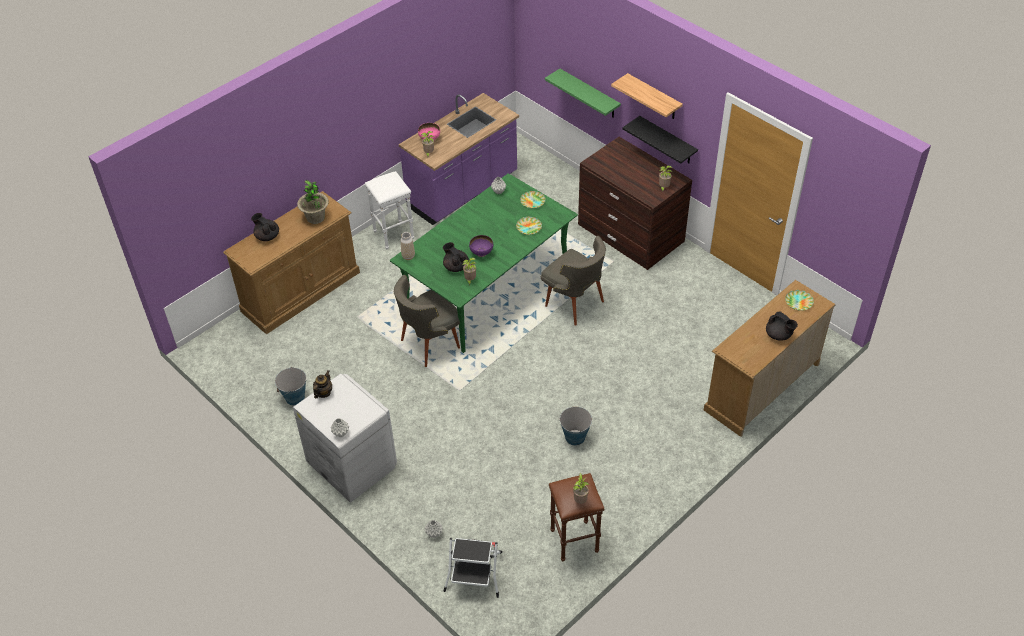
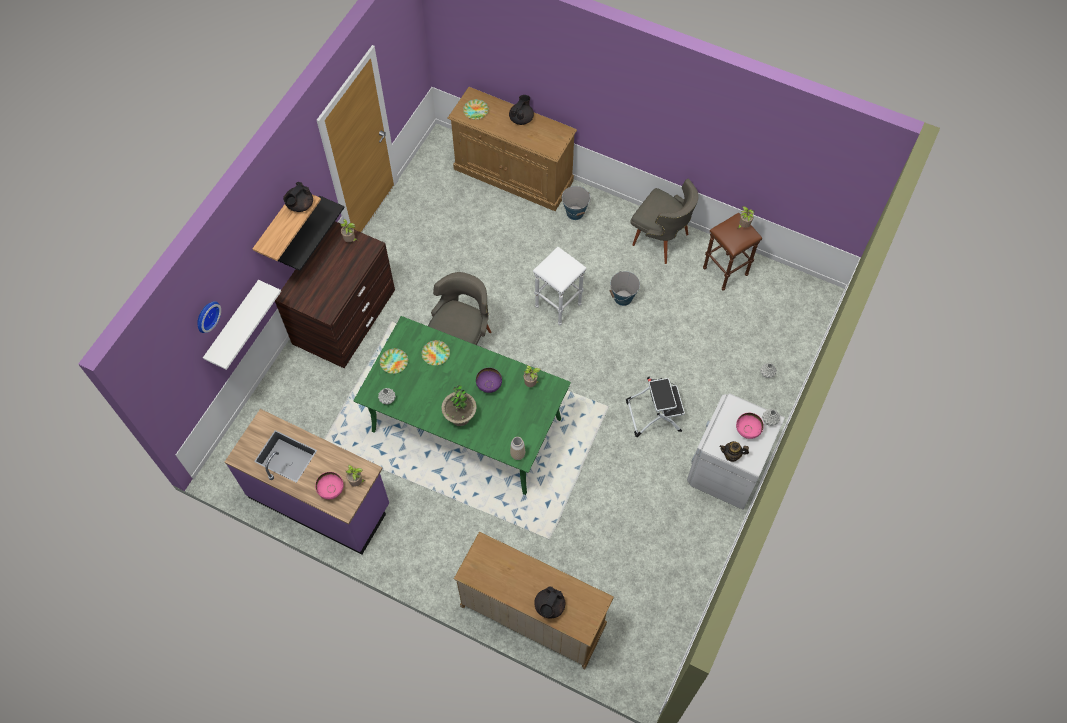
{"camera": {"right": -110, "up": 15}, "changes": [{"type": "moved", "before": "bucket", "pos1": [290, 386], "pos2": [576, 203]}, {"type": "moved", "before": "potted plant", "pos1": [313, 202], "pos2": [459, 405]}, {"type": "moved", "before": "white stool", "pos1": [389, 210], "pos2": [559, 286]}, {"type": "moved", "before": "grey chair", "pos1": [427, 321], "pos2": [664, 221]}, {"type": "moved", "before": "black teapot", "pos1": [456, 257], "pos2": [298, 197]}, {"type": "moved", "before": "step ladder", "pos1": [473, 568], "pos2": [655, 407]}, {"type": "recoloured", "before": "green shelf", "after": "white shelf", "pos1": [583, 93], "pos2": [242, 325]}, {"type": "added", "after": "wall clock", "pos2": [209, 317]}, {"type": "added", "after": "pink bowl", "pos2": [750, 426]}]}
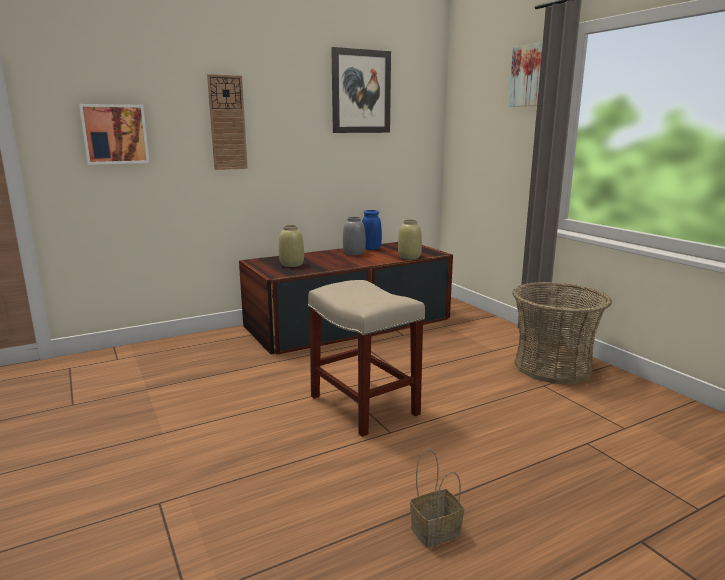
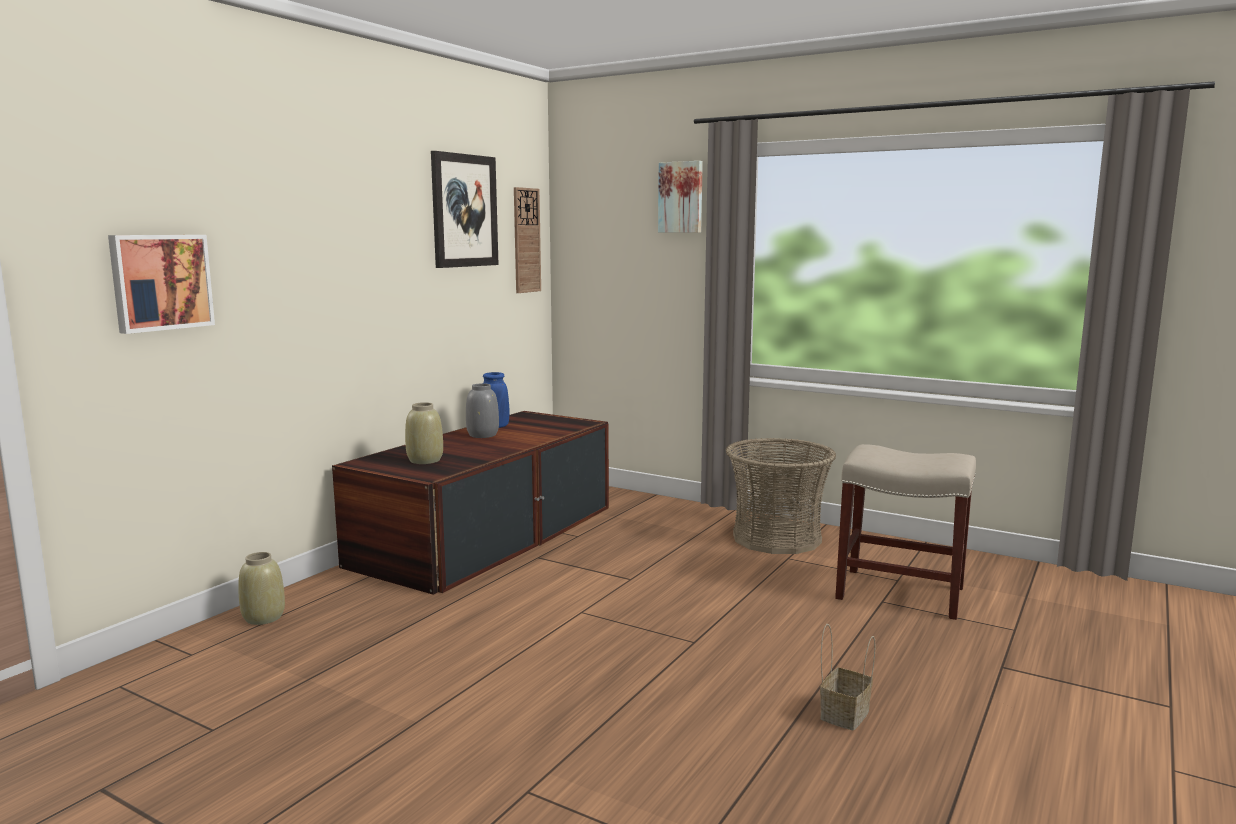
{"camera": {"right": -30, "up": -5}, "changes": [{"type": "moved", "before": "wall clock", "pos1": [227, 122], "pos2": [527, 240]}, {"type": "moved", "before": "beige stool", "pos1": [366, 358], "pos2": [905, 532]}, {"type": "moved", "before": "beige vase", "pos1": [410, 239], "pos2": [261, 588]}]}
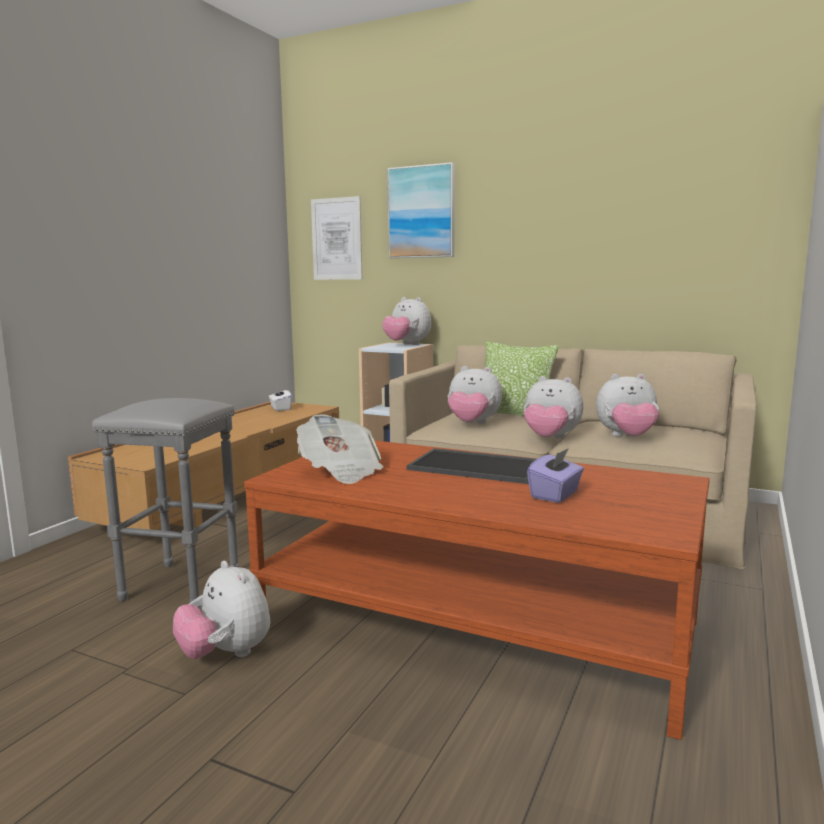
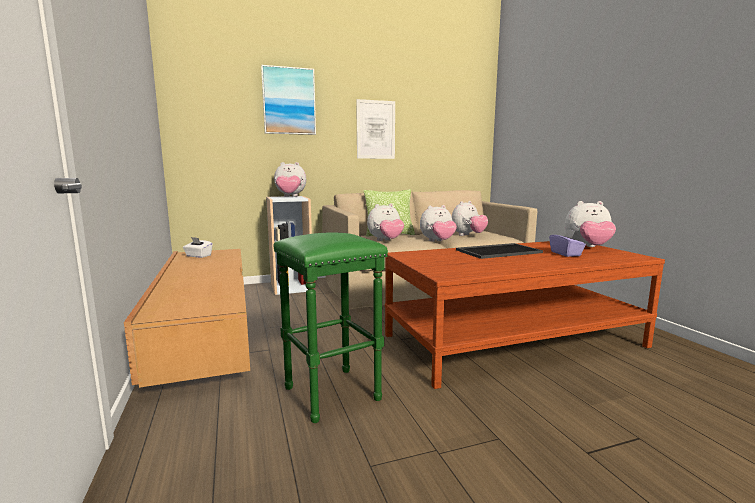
{"camera": {"right": -45, "up": 0}, "changes": [{"type": "recoloured", "before": "grey stool", "after": "green stool", "pos1": [165, 500], "pos2": [330, 327]}, {"type": "moved", "before": "plush toy", "pos1": [221, 610], "pos2": [590, 224]}, {"type": "removed", "before": "newspaper", "pos1": [339, 449]}, {"type": "moved", "before": "picture", "pos1": [336, 238], "pos2": [375, 129]}]}
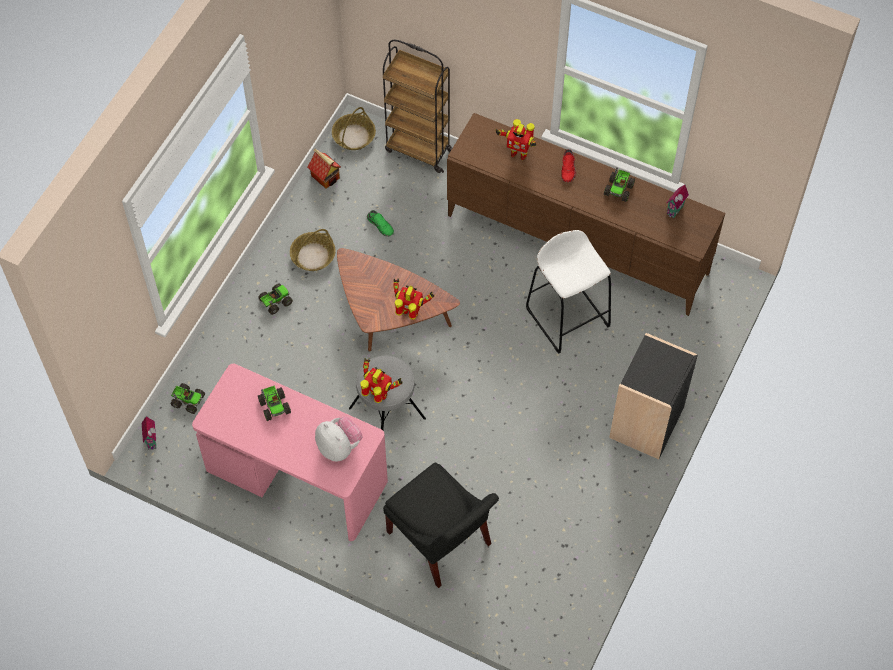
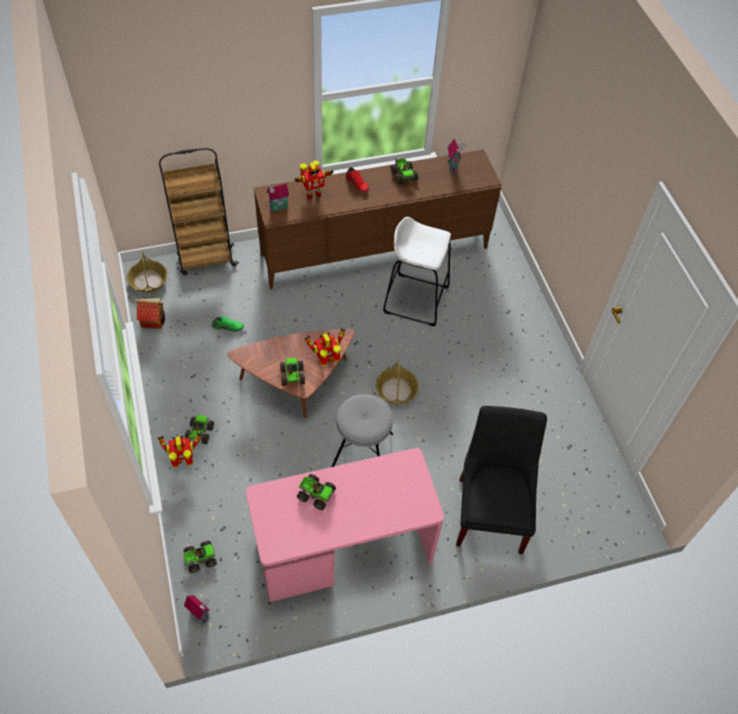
{"camera": {"right": -45, "up": -5}, "changes": [{"type": "moved", "before": "basket", "pos1": [313, 250], "pos2": [397, 382]}, {"type": "removed", "before": "plush toy", "pos1": [339, 439]}, {"type": "moved", "before": "toy robot", "pos1": [381, 380], "pos2": [180, 450]}, {"type": "turned", "before": "black chair", "pos1": [441, 525], "pos2": [501, 480], "turn": -90}, {"type": "removed", "before": "black bookcase", "pos1": [653, 396]}, {"type": "added", "after": "toy house", "pos2": [278, 198]}, {"type": "added", "after": "toy truck", "pos2": [292, 372]}]}
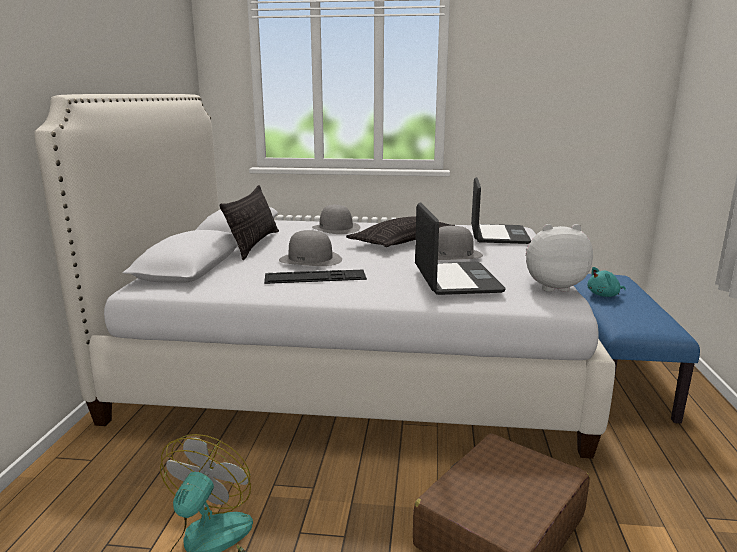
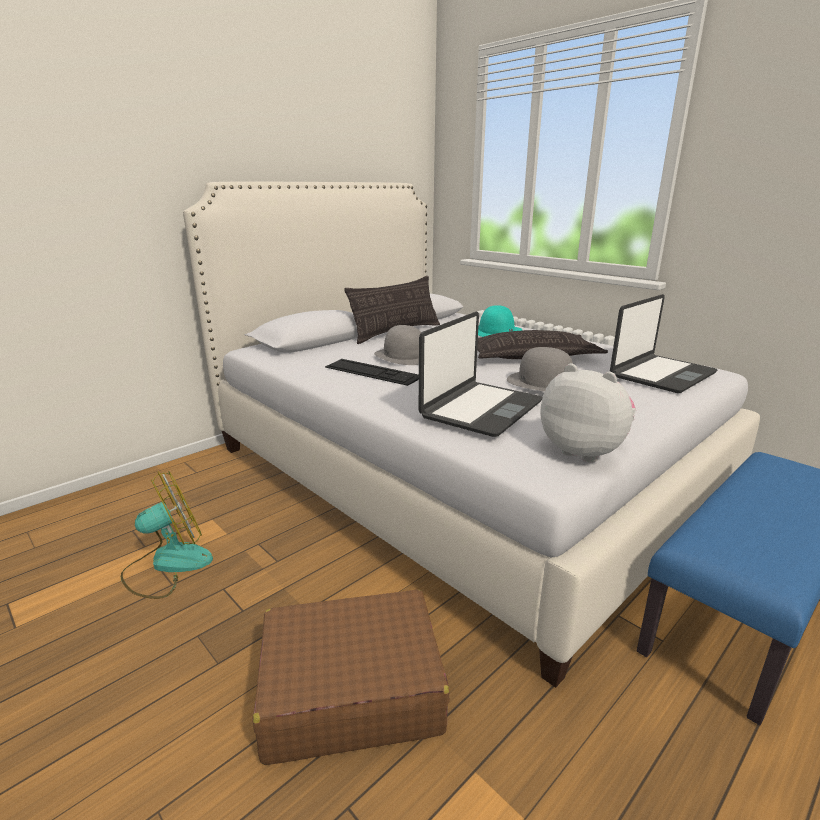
{"camera": {"right": 40, "up": 5}, "changes": [{"type": "recoloured", "before": "grey hat", "after": "turquoise hat", "pos1": [336, 219], "pos2": [500, 321]}, {"type": "removed", "before": "turquoise plush toy", "pos1": [607, 282]}]}
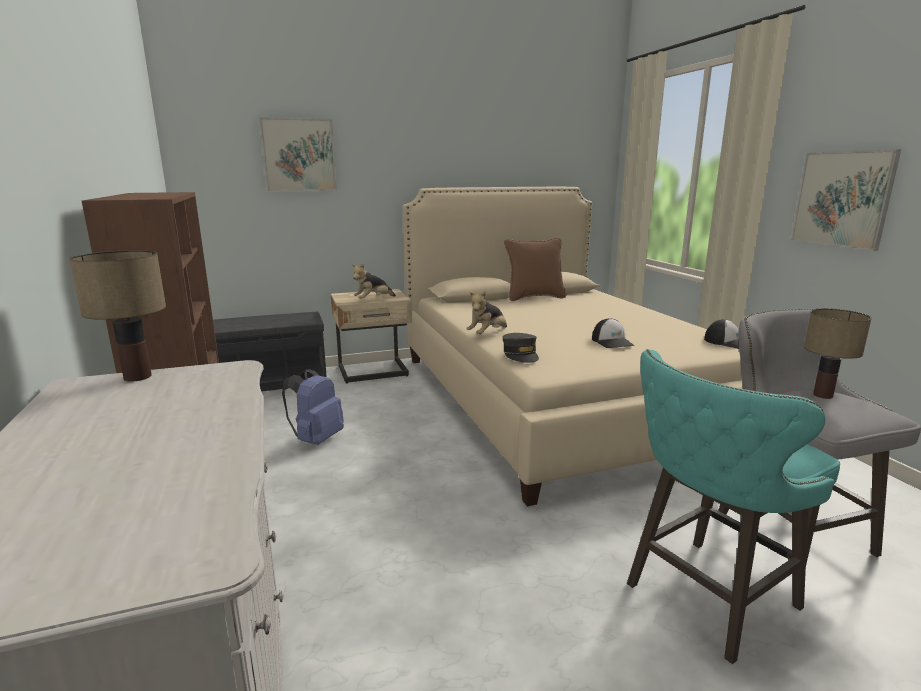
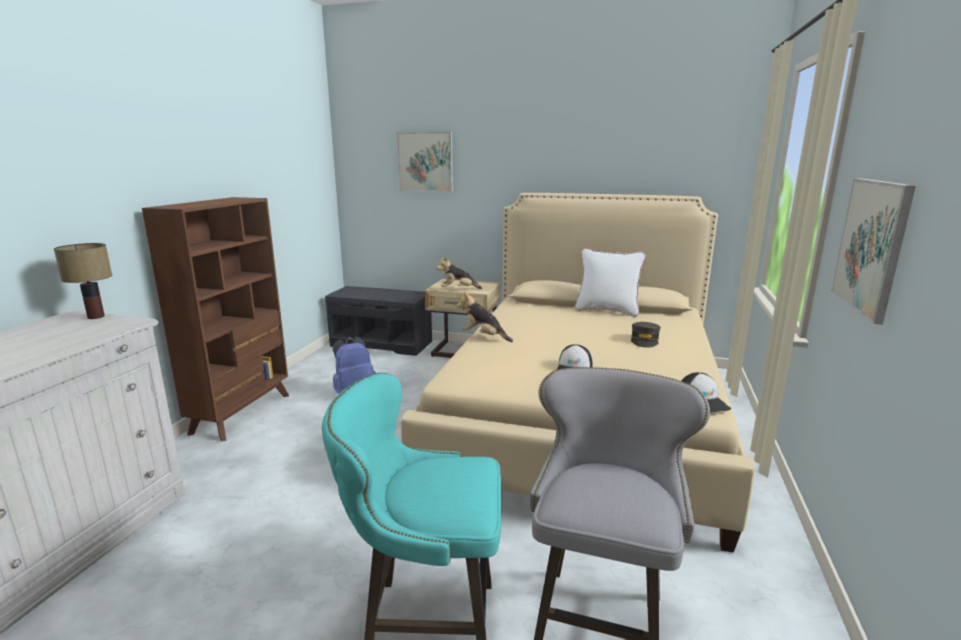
{"camera": {"right": 35, "up": 0}, "changes": [{"type": "turned", "before": "plush toy", "pos1": [486, 312], "pos2": [485, 316], "turn": 45}, {"type": "moved", "before": "grey cap", "pos1": [520, 348], "pos2": [645, 335]}, {"type": "recoloured", "before": "brown pillow", "after": "white pillow", "pos1": [535, 269], "pos2": [610, 282]}, {"type": "removed", "before": "table lamp", "pos1": [838, 353]}]}
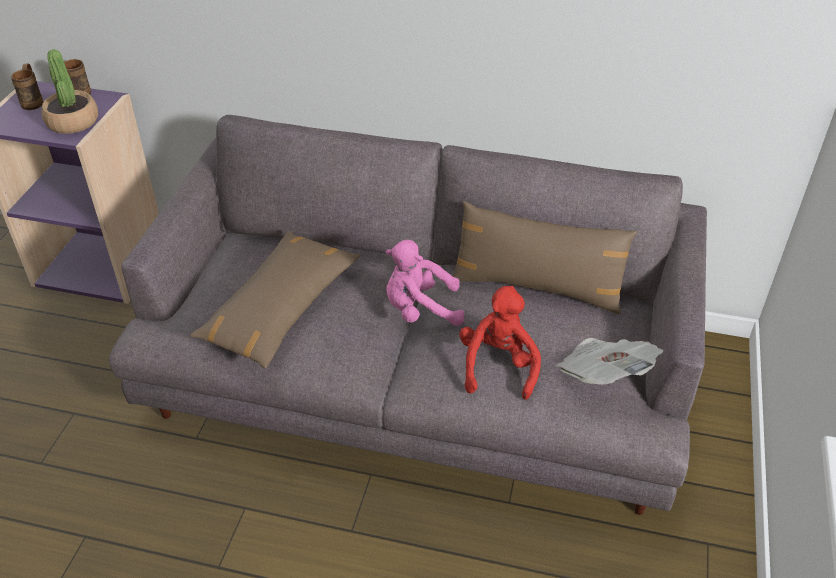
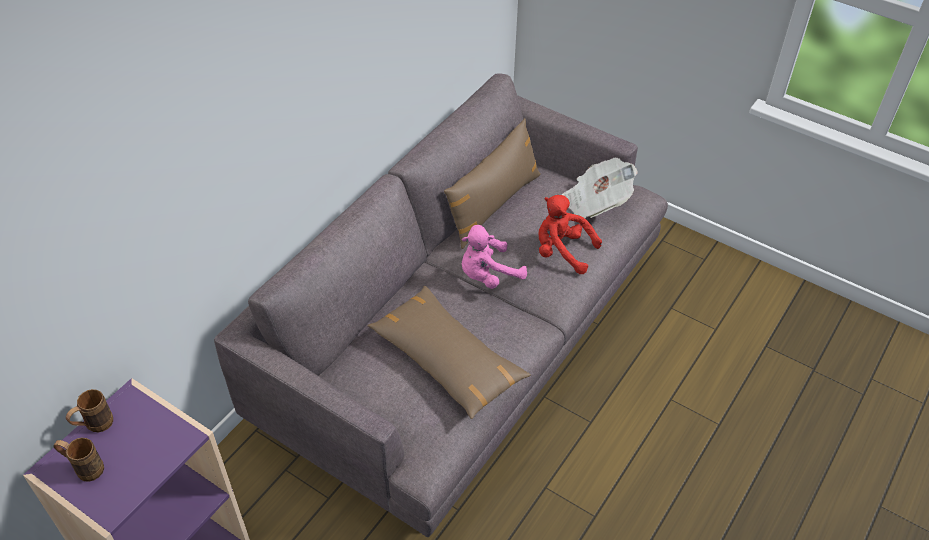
{"camera": {"right": -70, "up": 5}, "changes": [{"type": "removed", "before": "potted plant", "pos1": [70, 91]}, {"type": "turned", "before": "pink plush toy", "pos1": [425, 283], "pos2": [494, 257], "turn": 45}]}
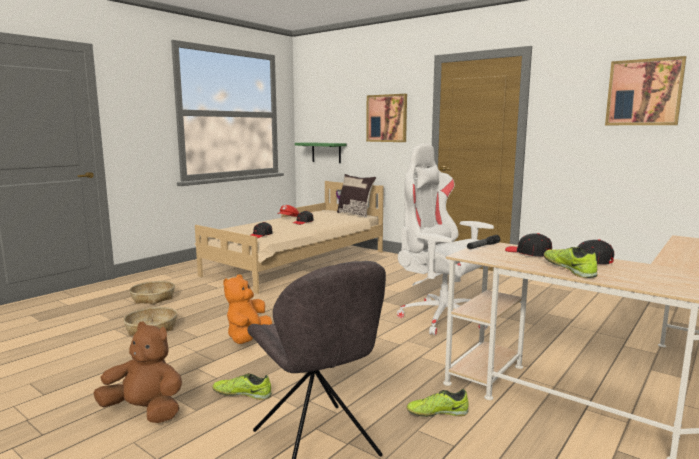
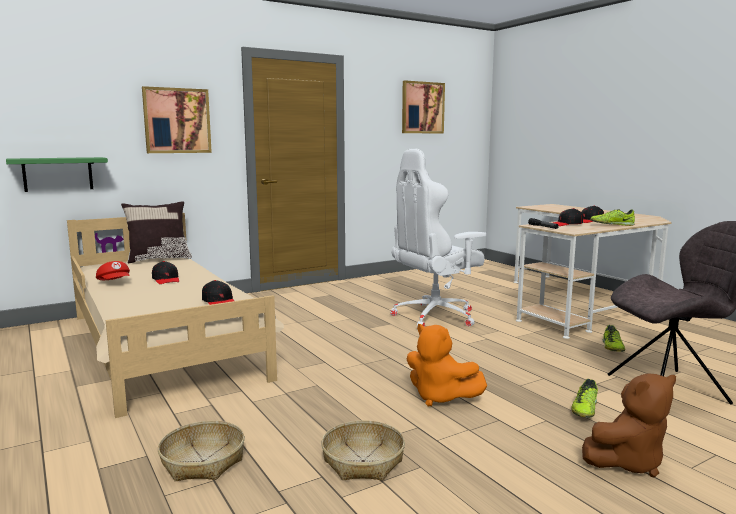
{"camera": {"right": -70, "up": 0}, "changes": [{"type": "turned", "before": "brown plush toy", "pos1": [138, 372], "pos2": [629, 425], "turn": -150}]}
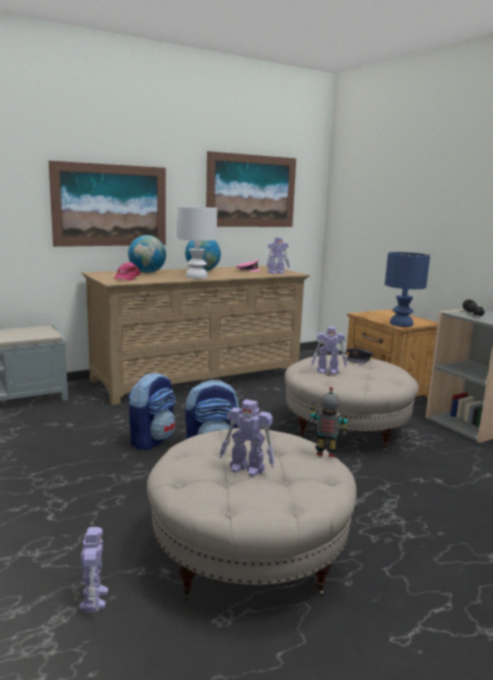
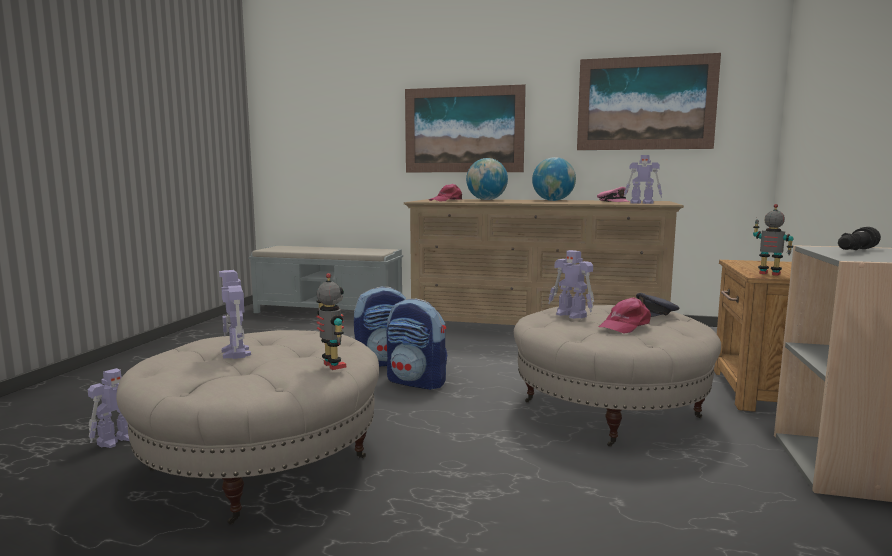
{"camera": {"right": 45, "up": -5}, "changes": [{"type": "removed", "before": "white table lamp", "pos1": [197, 242]}, {"type": "replaced", "before": "blue table lamp", "after": "toy robot", "pos1": [407, 289], "pos2": [773, 240]}, {"type": "added", "after": "pink cap", "pos2": [625, 315]}]}
